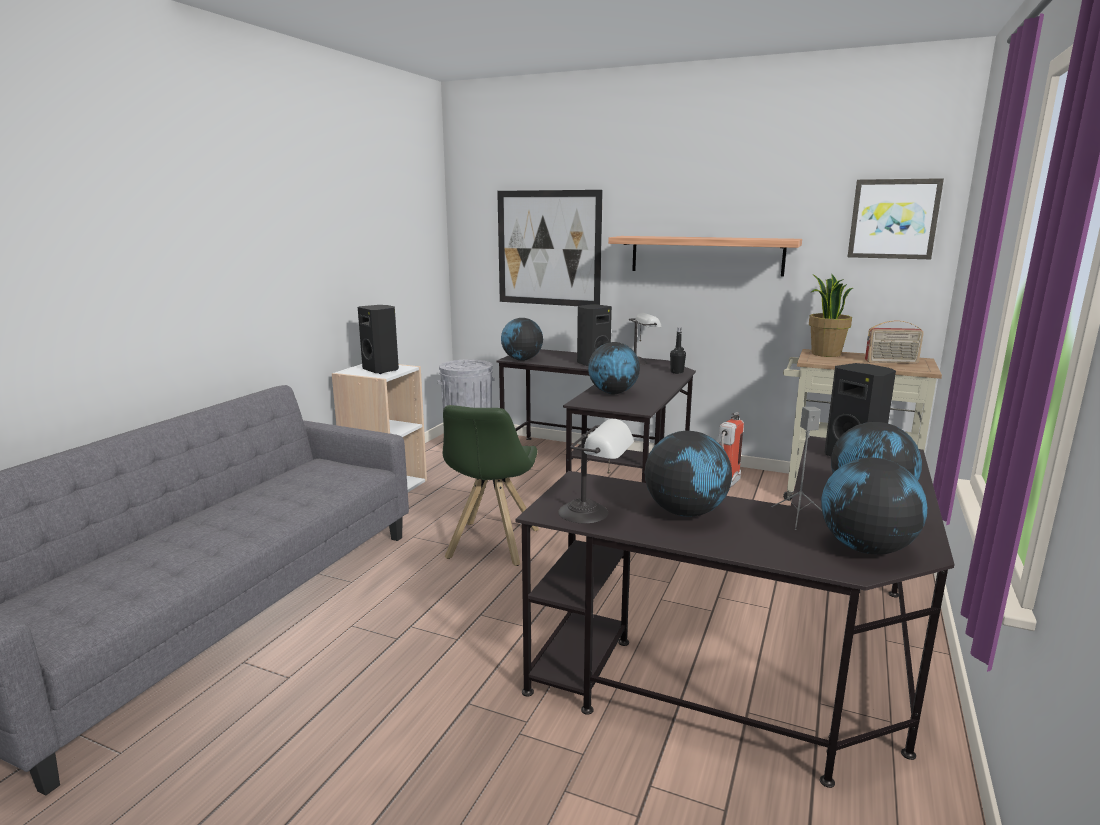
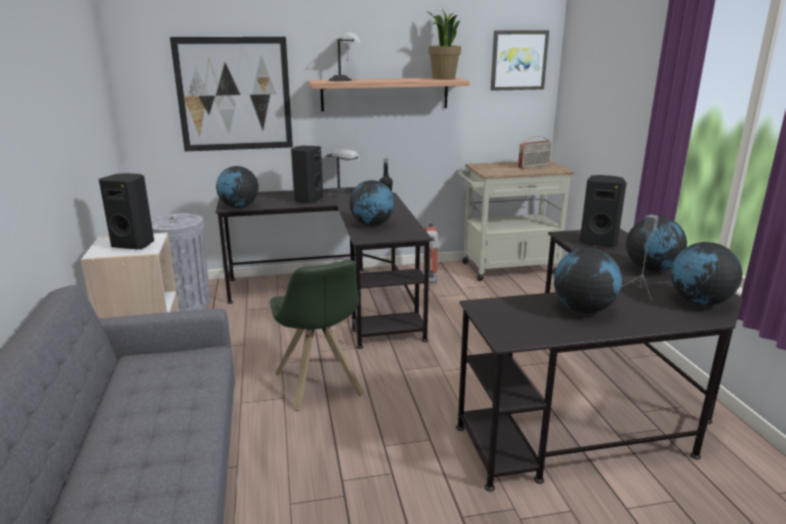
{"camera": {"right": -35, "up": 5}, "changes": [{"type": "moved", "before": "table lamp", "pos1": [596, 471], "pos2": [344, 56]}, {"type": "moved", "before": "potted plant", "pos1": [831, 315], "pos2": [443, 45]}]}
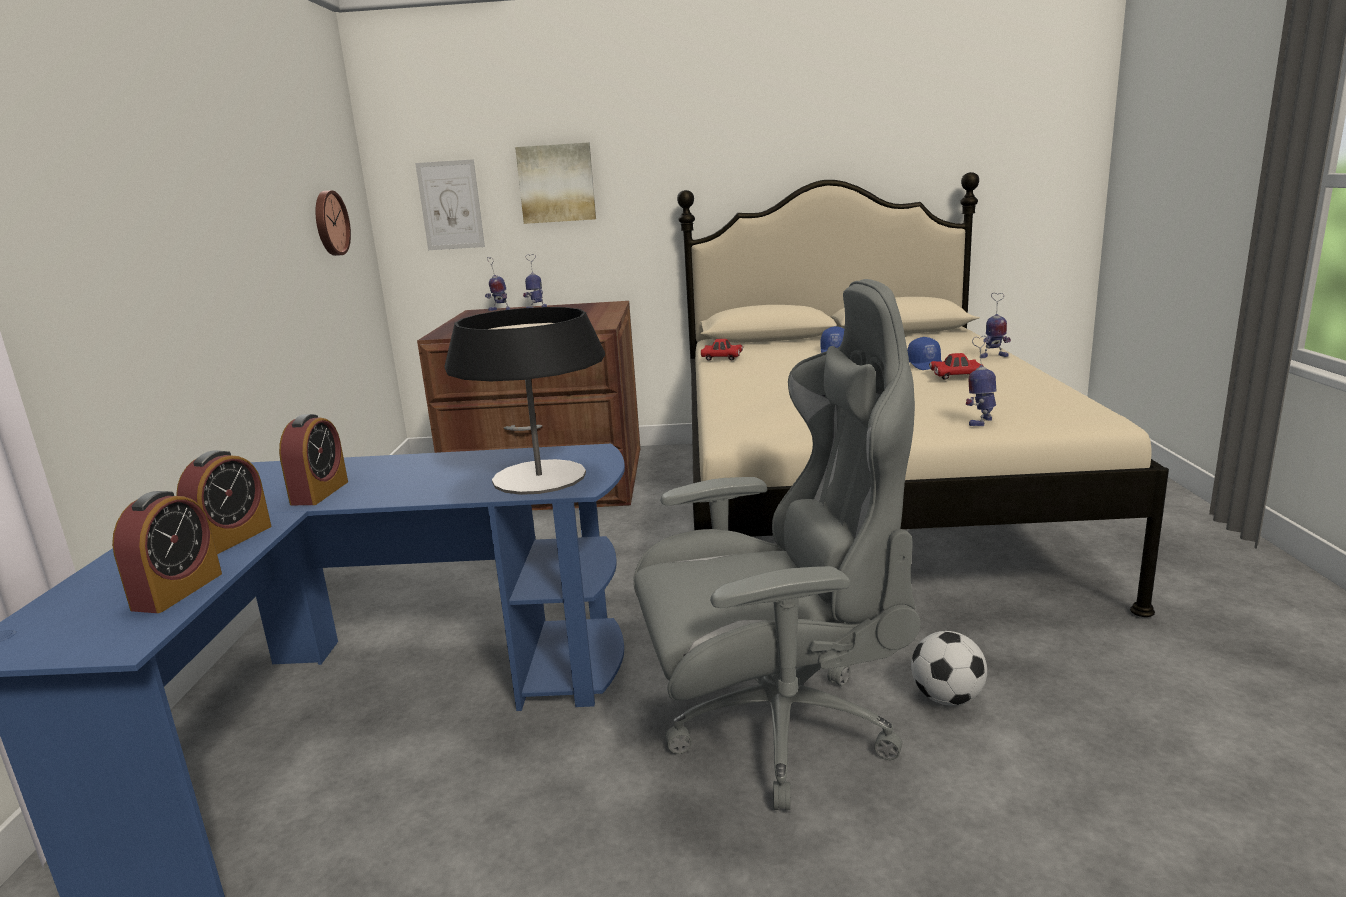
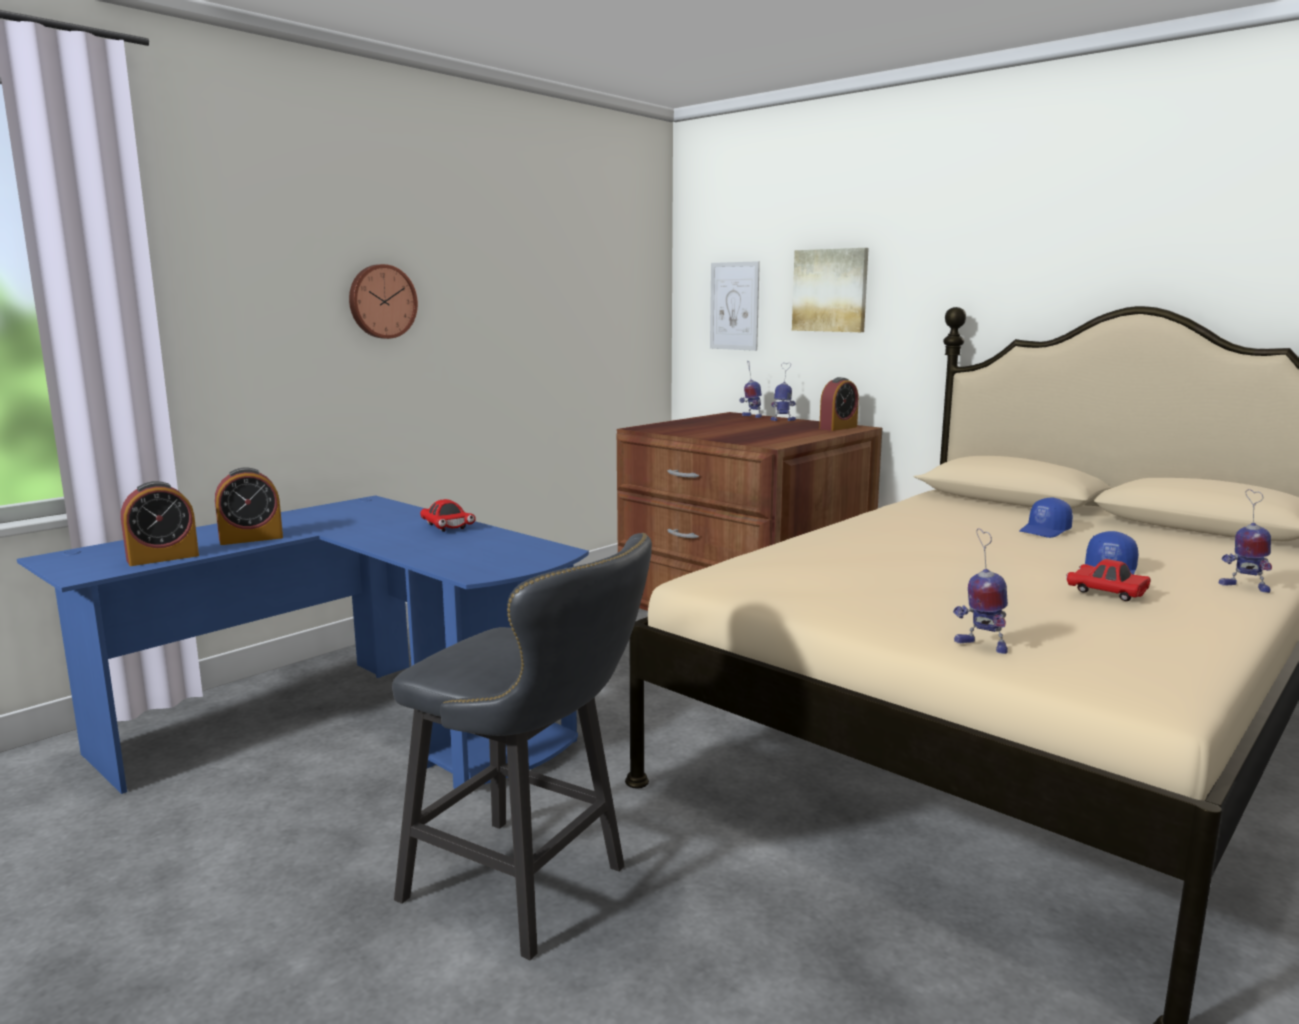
{"camera": {"right": 40, "up": -5}, "changes": [{"type": "moved", "before": "alarm clock", "pos1": [313, 459], "pos2": [839, 404]}, {"type": "moved", "before": "wall clock", "pos1": [333, 223], "pos2": [383, 301]}, {"type": "removed", "before": "table lamp", "pos1": [525, 401]}, {"type": "replaced", "before": "grey office chair", "after": "grey stool", "pos1": [777, 544], "pos2": [522, 747]}, {"type": "moved", "before": "red toy car", "pos1": [722, 350], "pos2": [448, 515]}, {"type": "removed", "before": "football", "pos1": [949, 668]}, {"type": "turned", "before": "toy robot", "pos1": [980, 381], "pos2": [980, 591], "turn": -135}]}
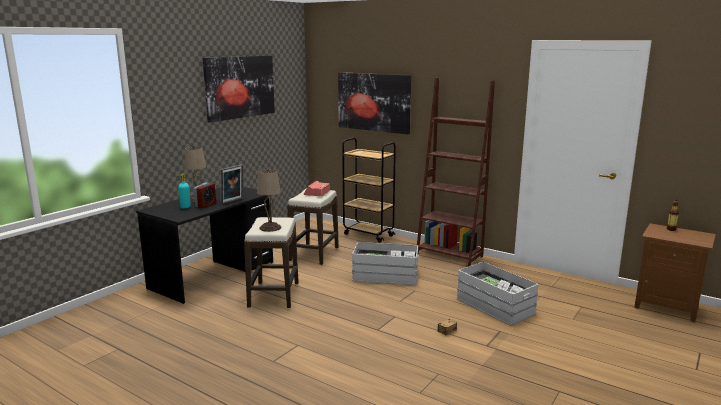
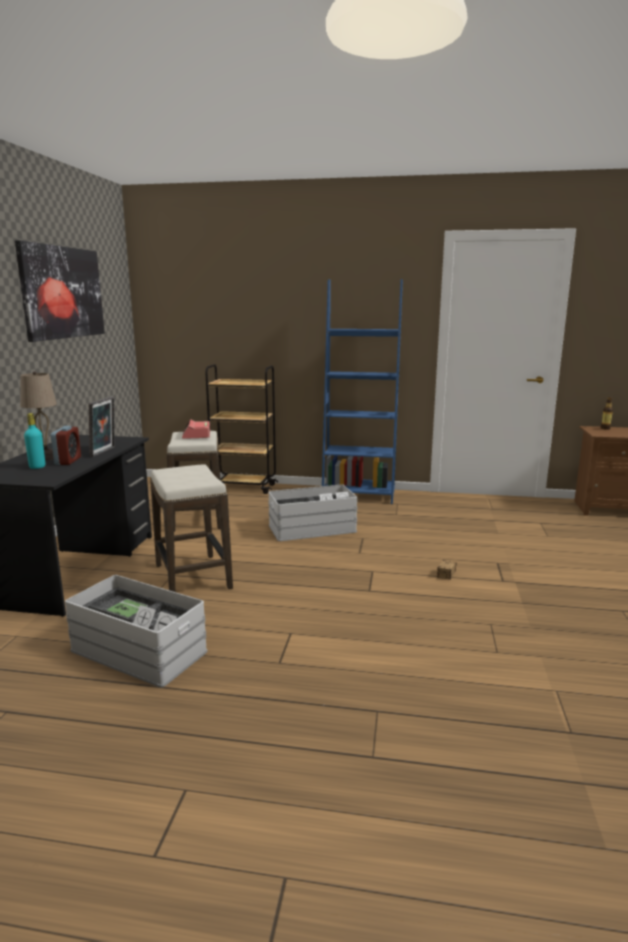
{"camera": {"right": -25, "up": 0}, "changes": [{"type": "removed", "before": "beige table lamp", "pos1": [269, 200]}, {"type": "removed", "before": "picture", "pos1": [374, 103]}, {"type": "recoloured", "before": "brown bookcase", "after": "blue bookcase", "pos1": [456, 172], "pos2": [362, 391]}, {"type": "moved", "before": "grey storage box", "pos1": [497, 294], "pos2": [136, 631]}]}
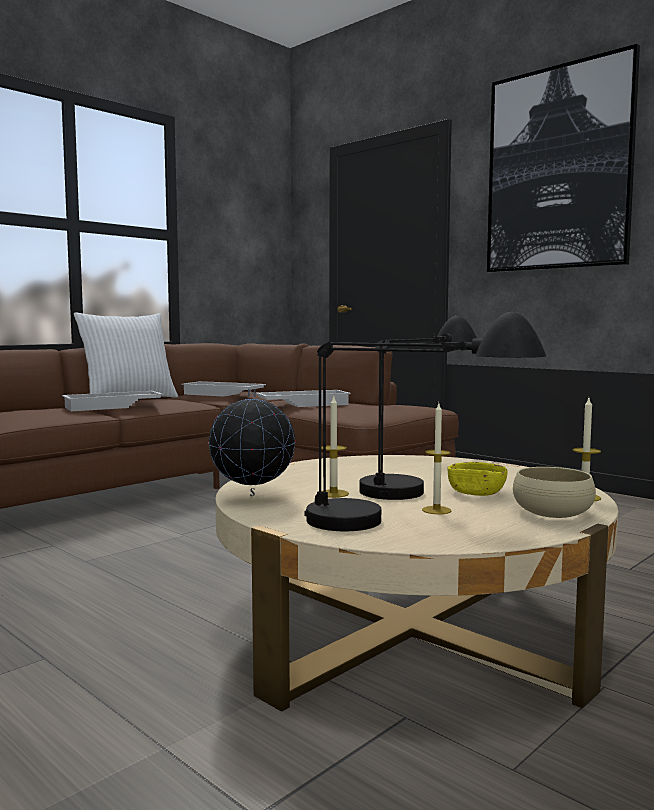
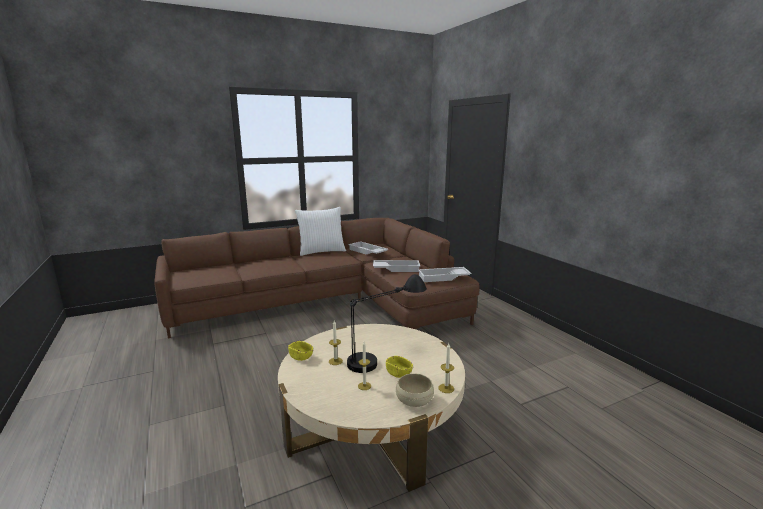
{"camera": {"right": 20, "up": 10}, "changes": [{"type": "moved", "before": "white tray", "pos1": [112, 401], "pos2": [445, 274]}, {"type": "replaced", "before": "globe", "after": "yellow bowl", "pos1": [252, 442], "pos2": [300, 351]}, {"type": "removed", "before": "black table lamp", "pos1": [425, 421]}, {"type": "removed", "before": "picture", "pos1": [563, 158]}]}
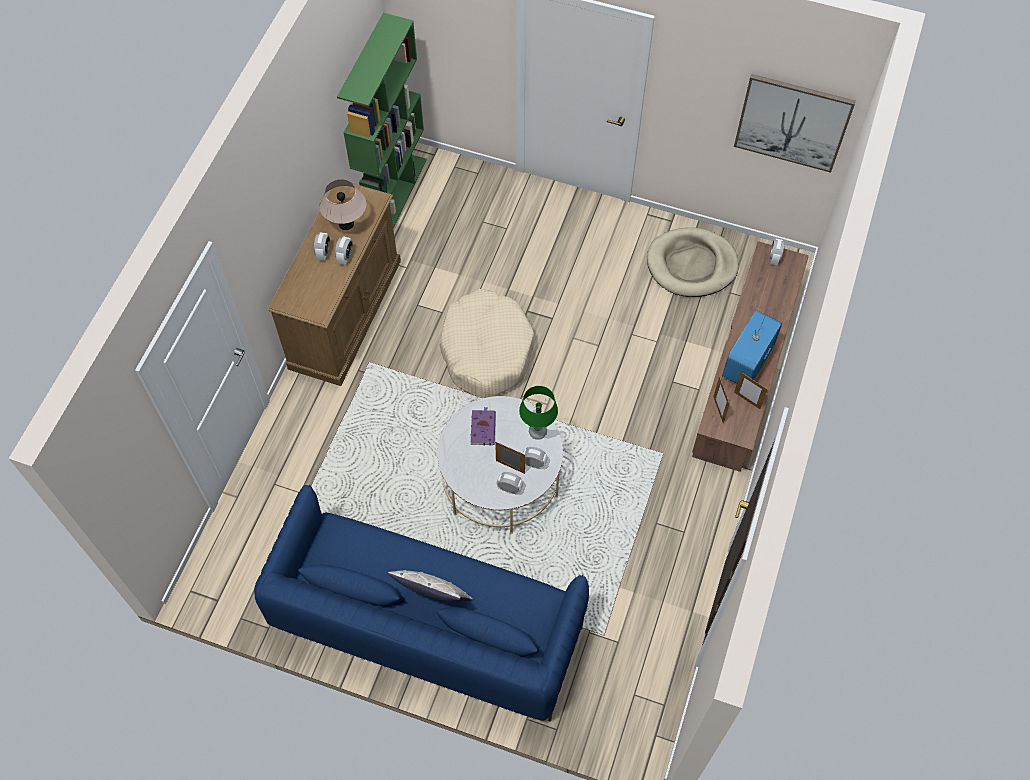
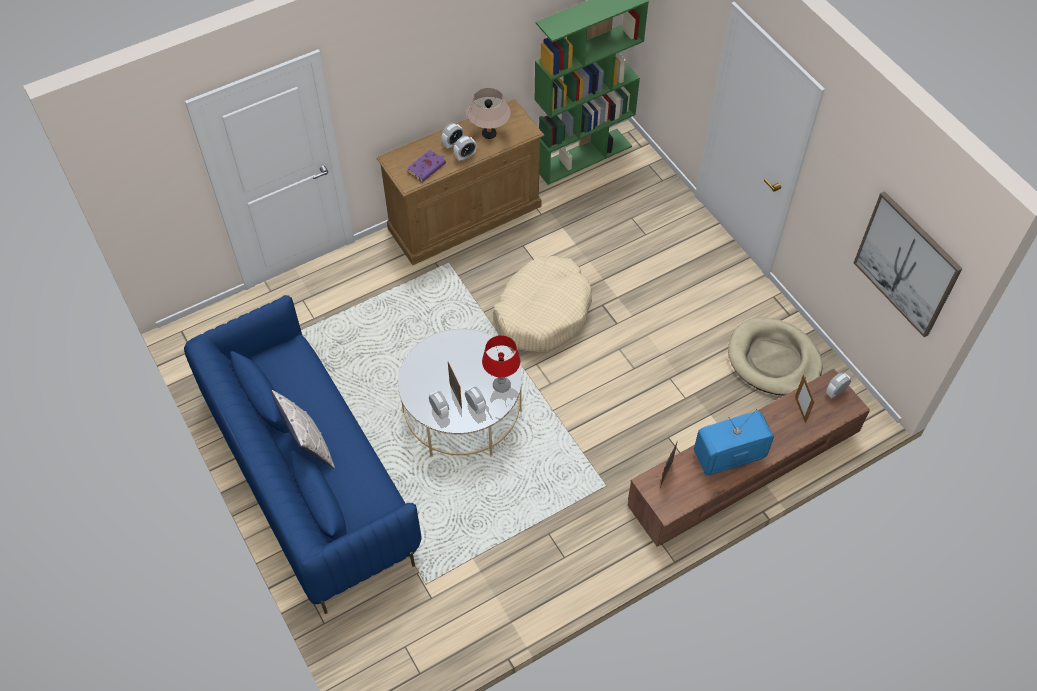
{"camera": {"right": 40, "up": -5}, "changes": [{"type": "moved", "before": "purple book", "pos1": [483, 426], "pos2": [426, 166]}, {"type": "recoloured", "before": "green table lamp", "after": "red table lamp", "pos1": [538, 412], "pos2": [501, 364]}, {"type": "moved", "before": "picture frame", "pos1": [751, 390], "pos2": [805, 399]}]}
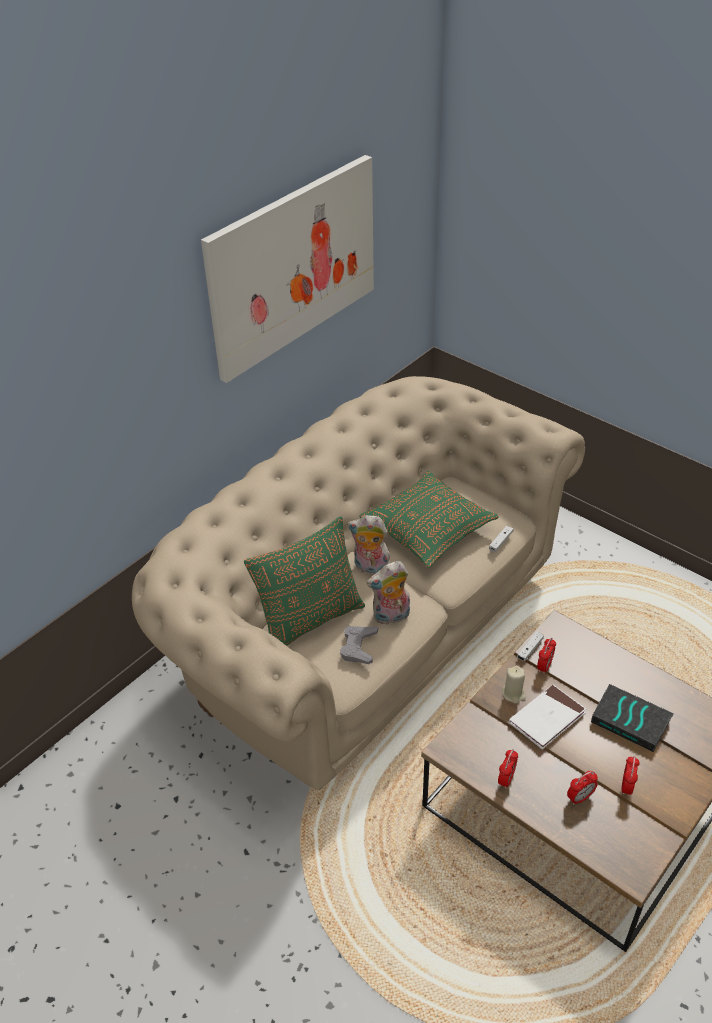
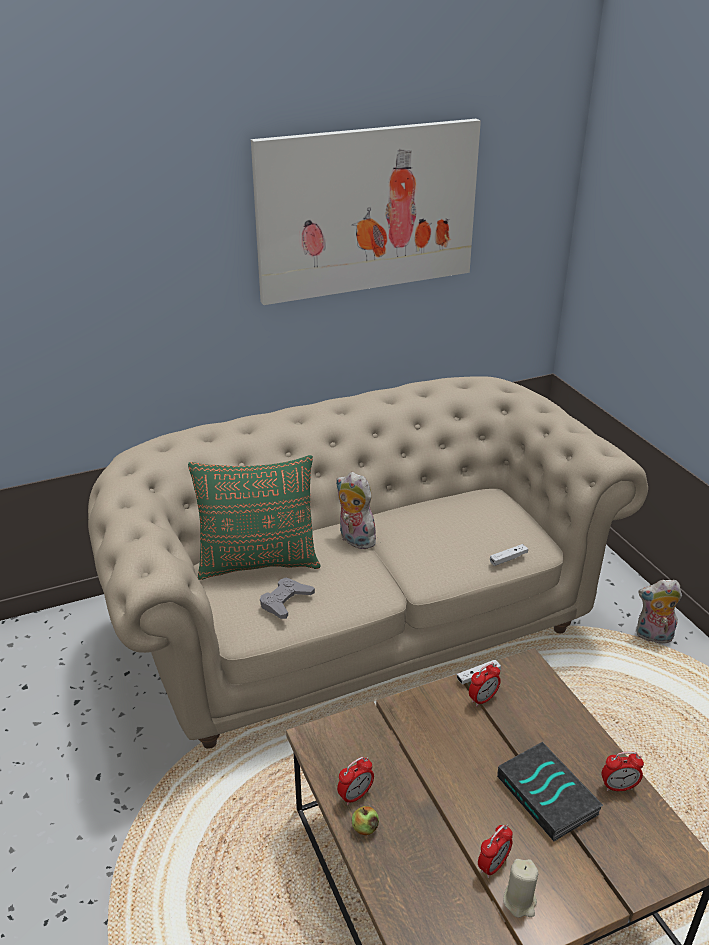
{"camera": {"right": 25, "up": -10}, "changes": [{"type": "removed", "before": "green pillow", "pos1": [429, 519]}, {"type": "moved", "before": "plush toy", "pos1": [388, 593], "pos2": [659, 612]}, {"type": "moved", "before": "beige candle", "pos1": [514, 685], "pos2": [520, 888]}, {"type": "removed", "before": "white book", "pos1": [547, 717]}, {"type": "moved", "before": "alarm clock", "pos1": [582, 788], "pos2": [623, 771]}, {"type": "added", "after": "apple", "pos2": [365, 820]}]}
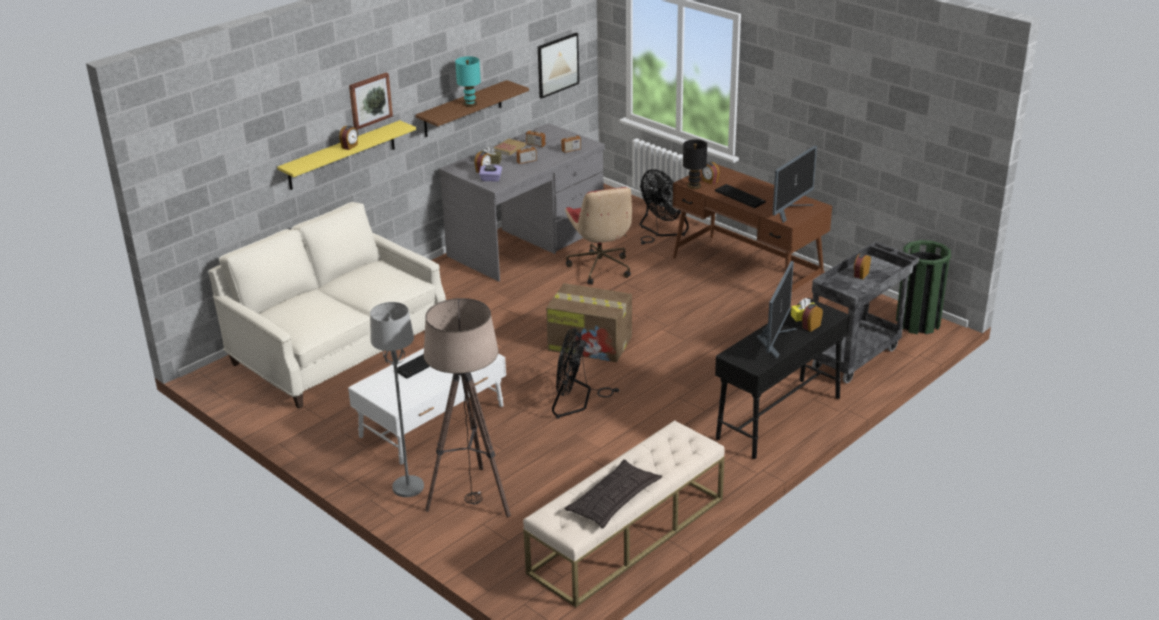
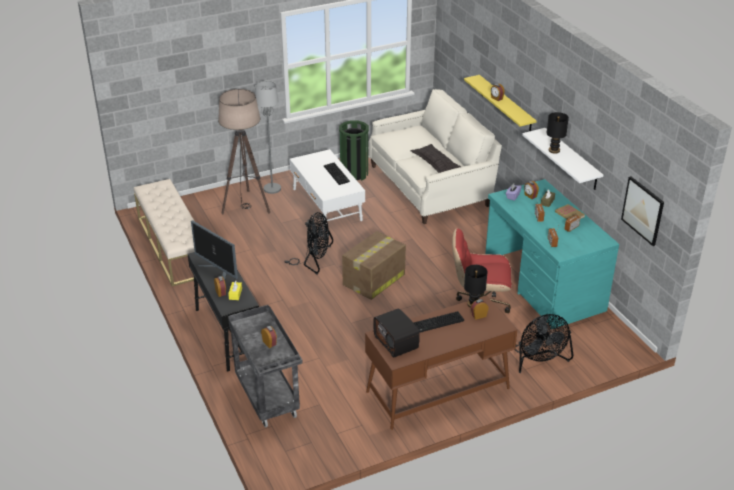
{"camera": {"right": 110, "up": 5}, "changes": [{"type": "removed", "before": "picture", "pos1": [371, 101]}, {"type": "recoloured", "before": "brown shelf", "after": "white shelf", "pos1": [472, 108], "pos2": [562, 159]}, {"type": "recoloured", "before": "grey desk", "after": "turquoise desk", "pos1": [522, 202], "pos2": [552, 254]}, {"type": "recoloured", "before": "turquoise table lamp", "after": "black table lamp", "pos1": [468, 81], "pos2": [557, 133]}, {"type": "turned", "before": "black fan", "pos1": [586, 373], "pos2": [308, 243], "turn": 75}, {"type": "moved", "before": "pillow", "pos1": [613, 494], "pos2": [436, 158]}, {"type": "replaced", "before": "monitor", "after": "radio", "pos1": [795, 184], "pos2": [396, 333]}, {"type": "moved", "before": "green trash can", "pos1": [923, 287], "pos2": [354, 150]}]}
